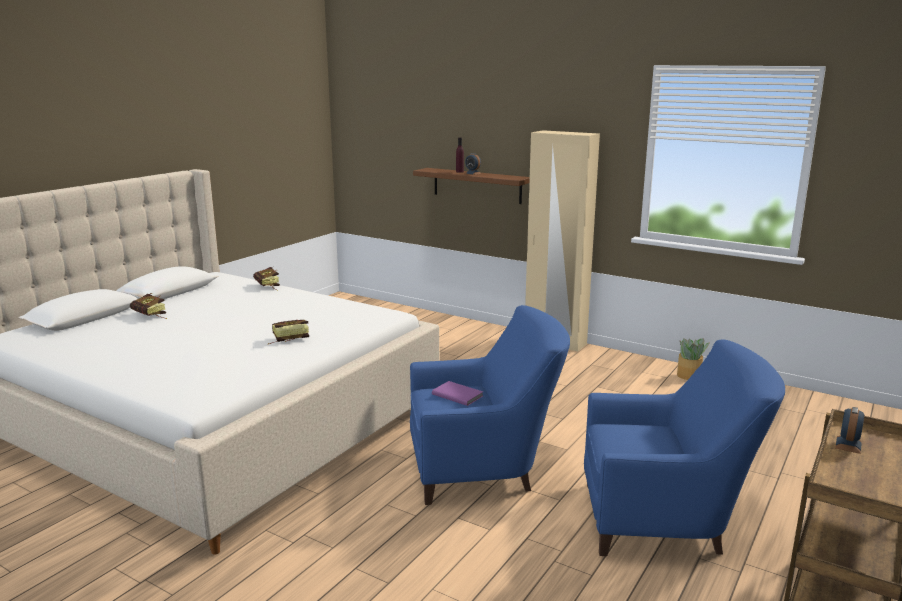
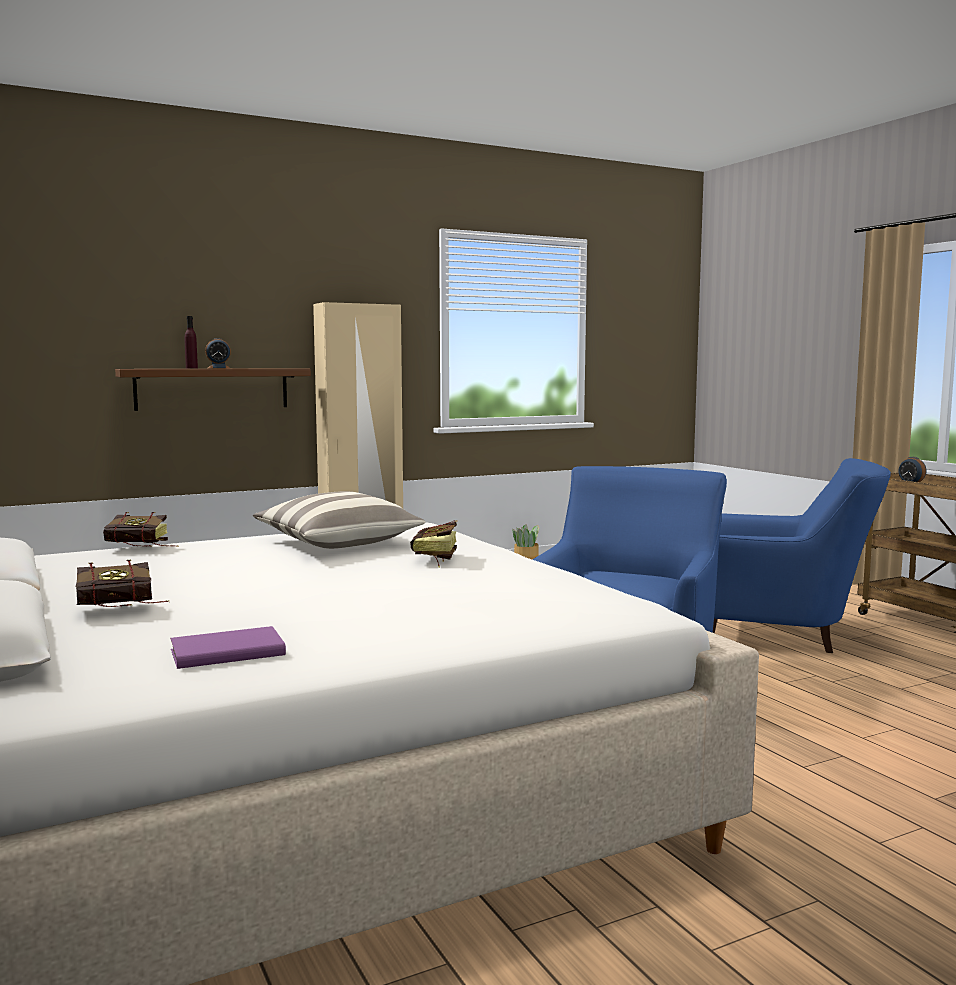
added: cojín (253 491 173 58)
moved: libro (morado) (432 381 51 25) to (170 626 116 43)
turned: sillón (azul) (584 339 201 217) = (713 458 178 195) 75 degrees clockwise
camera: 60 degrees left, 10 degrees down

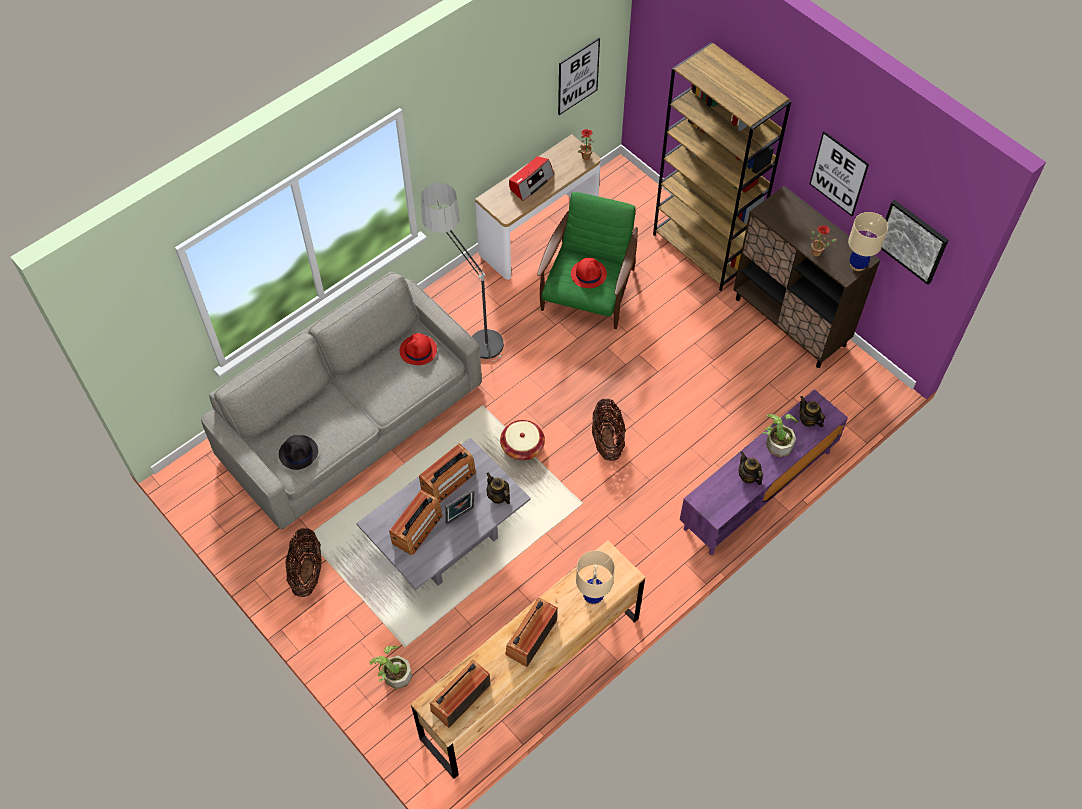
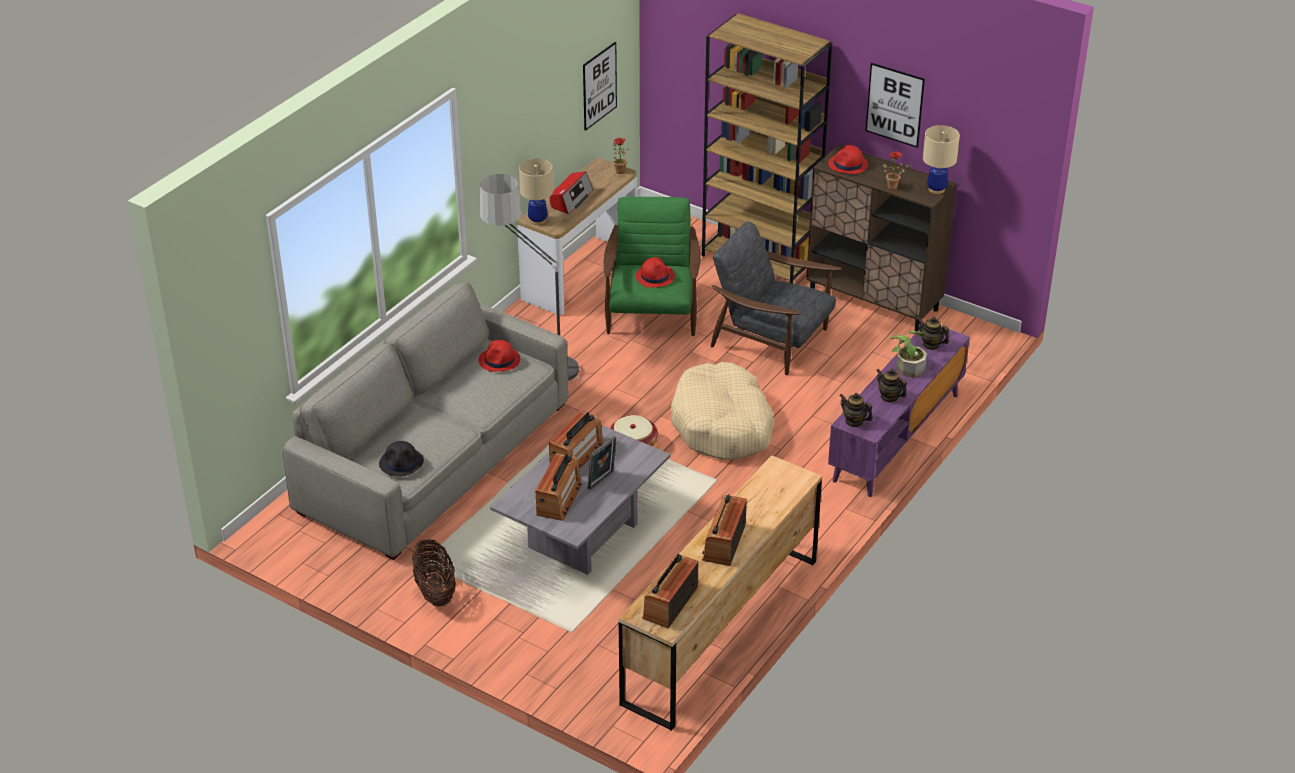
removed: planta en maceta (369 646 43 43); cuadro (881 200 67 85)
added: sillón (gris) (711 221 131 154); sombrero (rojo) (828 145 40 29)
moved: tetera (486 472 24 32) to (839 393 34 34); lámpara de mesa (beis) (576 550 39 55) to (519 158 34 67)
replaced: cesta (592 399 34 62) to cama para perro (beis) (671 362 104 98)
camera: 15 degrees left, 20 degrees down

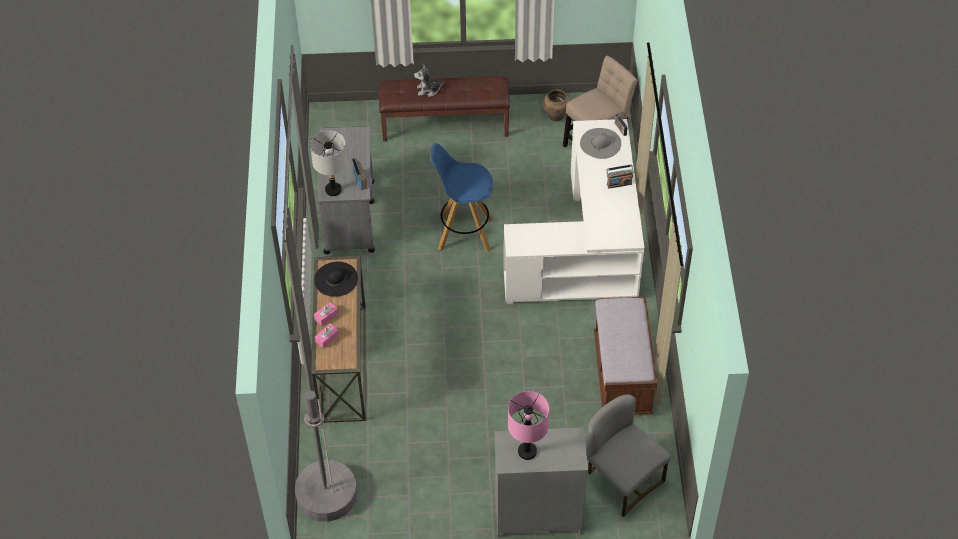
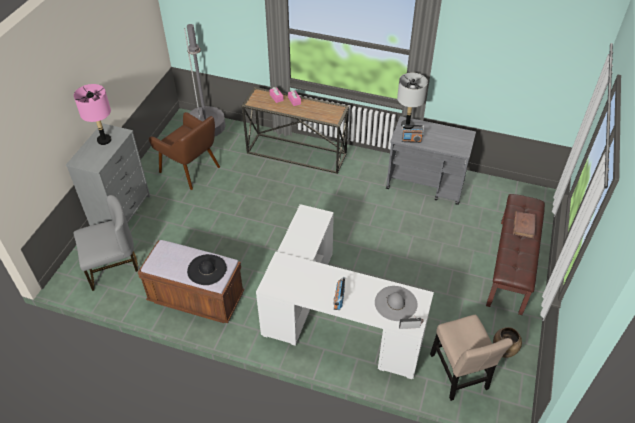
removed: taburete (azul) (431 143 62 109)
added: sillón (marrón) (149 112 71 78)
moved: sombrero (negro) (314 262 44 34) to (187 254 40 31)
replaced: peluche (414 65 30 32) to libro (marrón) (513 211 23 27)
camera: 110 degrees right, 5 degrees down

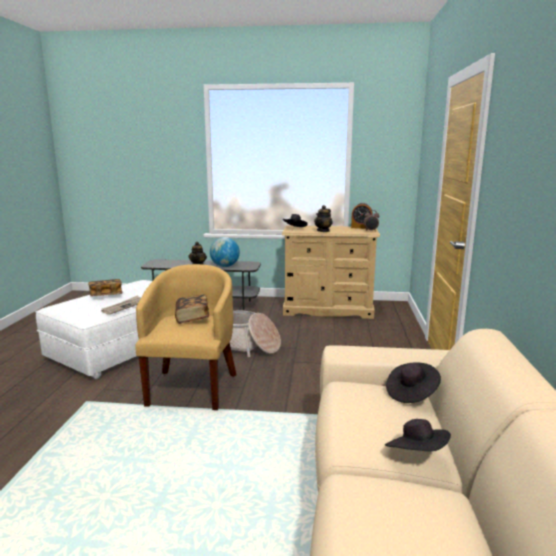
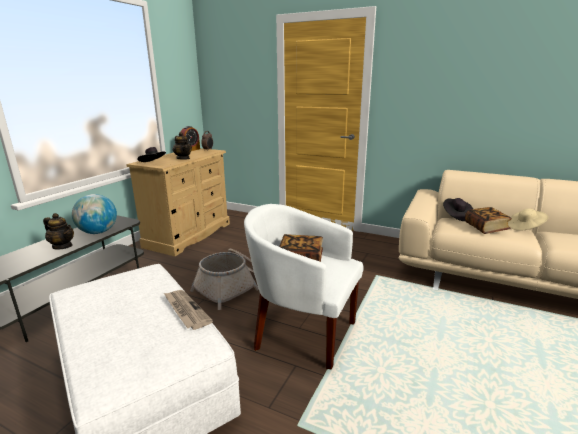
moved: libro (88 279 35 17) to (465 207 47 27)
recoloured: sillón (amarillo) (136 264 100 146) to sillón (blanco) (244 204 120 165); sombrero (negro) (385 419 66 32) to sombrero (beis) (508 208 40 23)
camera: 70 degrees left, 5 degrees up

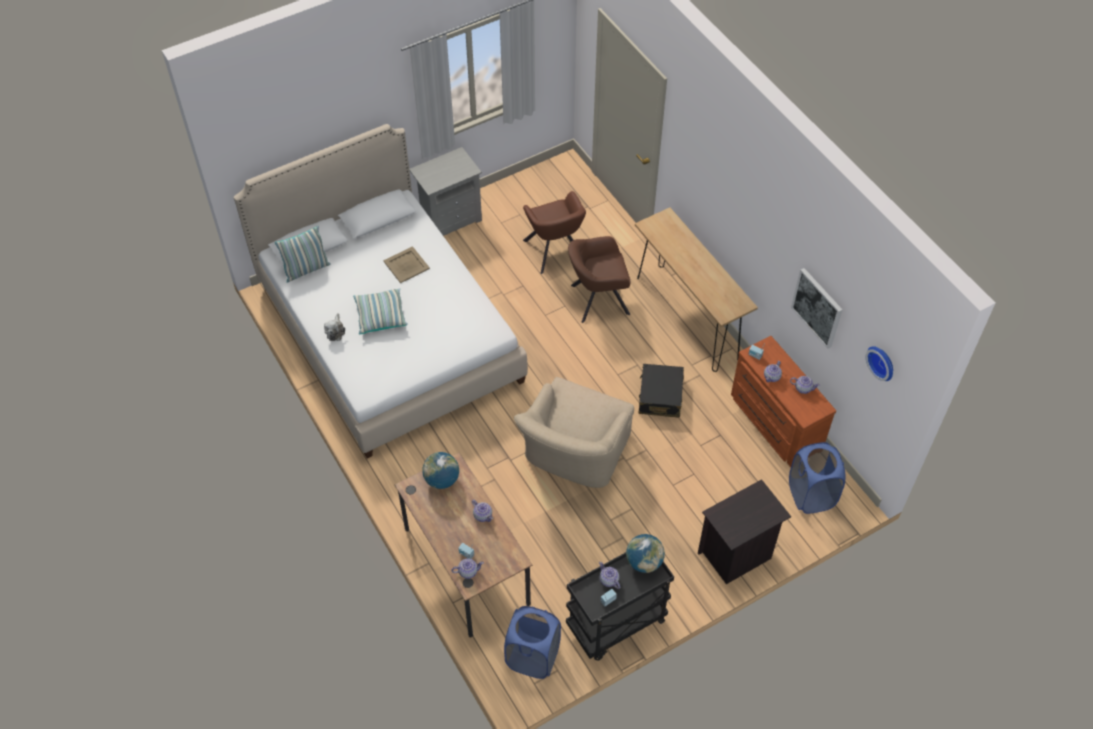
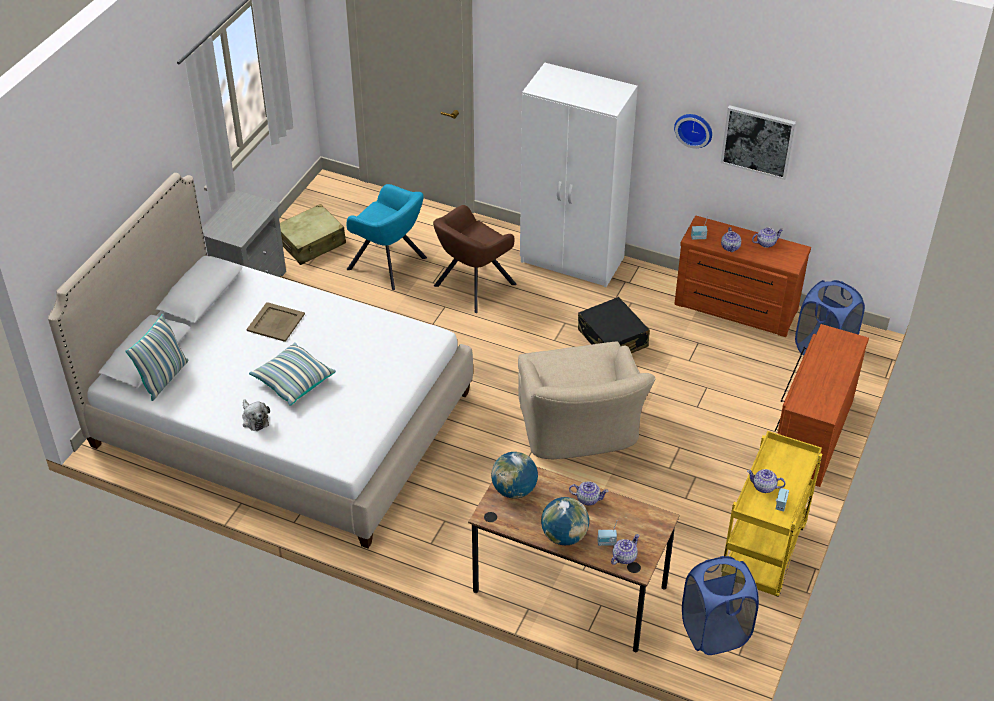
added: maleta (beis) (280 204 66 61)
moved: globo terráqueo (626 534 39 39) to (541 497 48 48); reloj de pared (866 346 27 35) to (674 114 38 35)
replaced: mesa consola (marrón) (635 207 123 165) to armario ropero (blanco) (520 63 118 224); mesita de noche (negro) (698 479 93 105) to cómoda (marrón) (775 324 94 163)
recoloured: sillón (marrón) (523 191 63 83) to sillón (turquesa) (346 184 81 106); carrito (negro) (566 552 108 108) to carrito (amarillo) (724 431 98 166)
camera: 35 degrees left, 10 degrees down

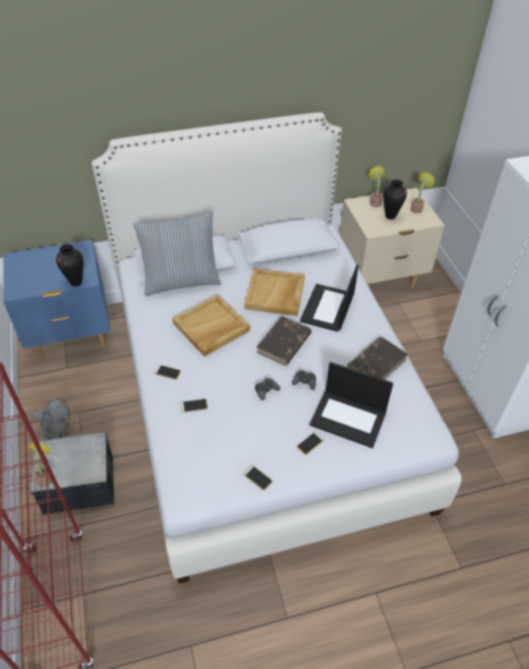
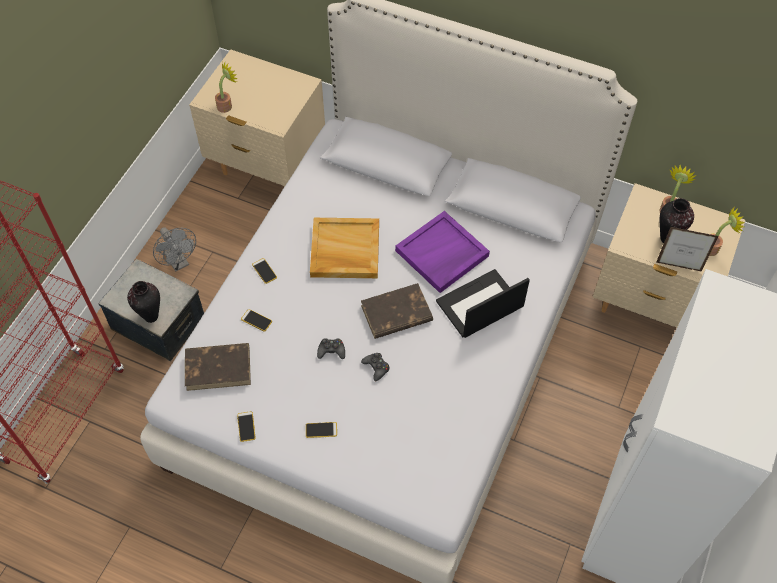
removed: cojín (133 211 88 85); portátil (310 362 83 86)
added: portarretratos (656 227 62 45)
moved: planta en maceta (28 441 24 46) to (215 62 23 51); florero (56 244 27 43) to (127 281 33 42); libro (marrón) (347 337 61 43) to (185 343 66 48)
recoloured: mesita de noche (azul) (3 240 108 119) to mesita de noche (beis) (189 49 136 138); bandeja (beis) (244 268 61 48) to bandeja (morado) (395 211 95 82)
camera: 40 degrees right, 10 degrees up

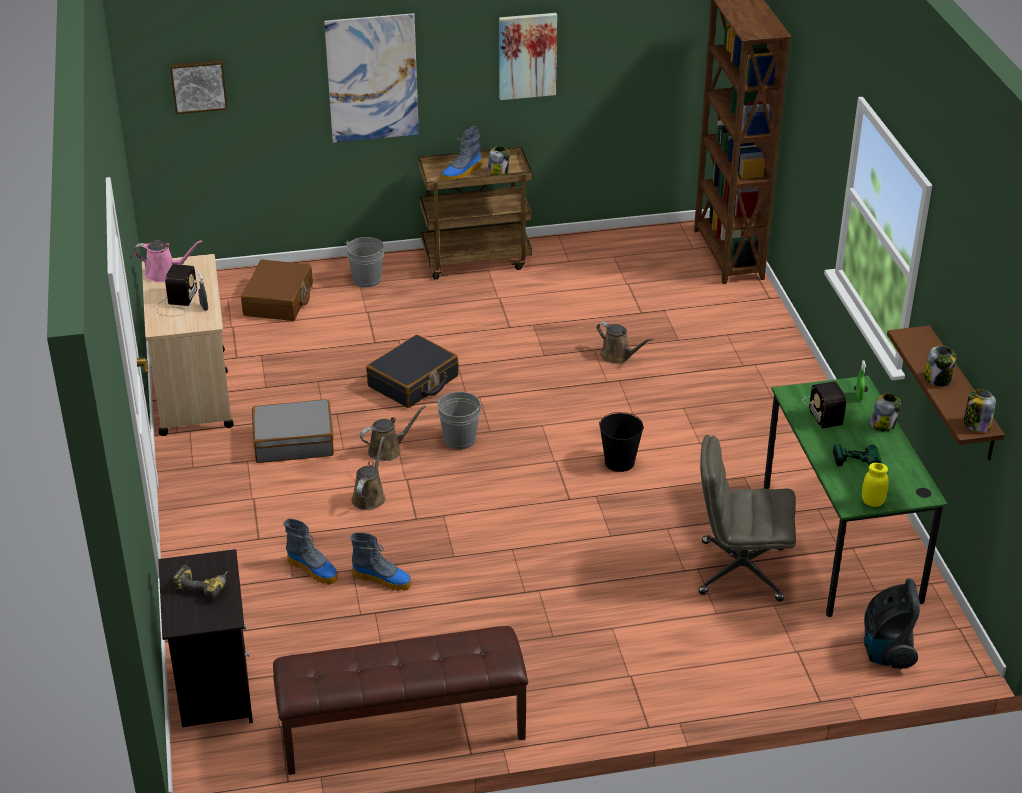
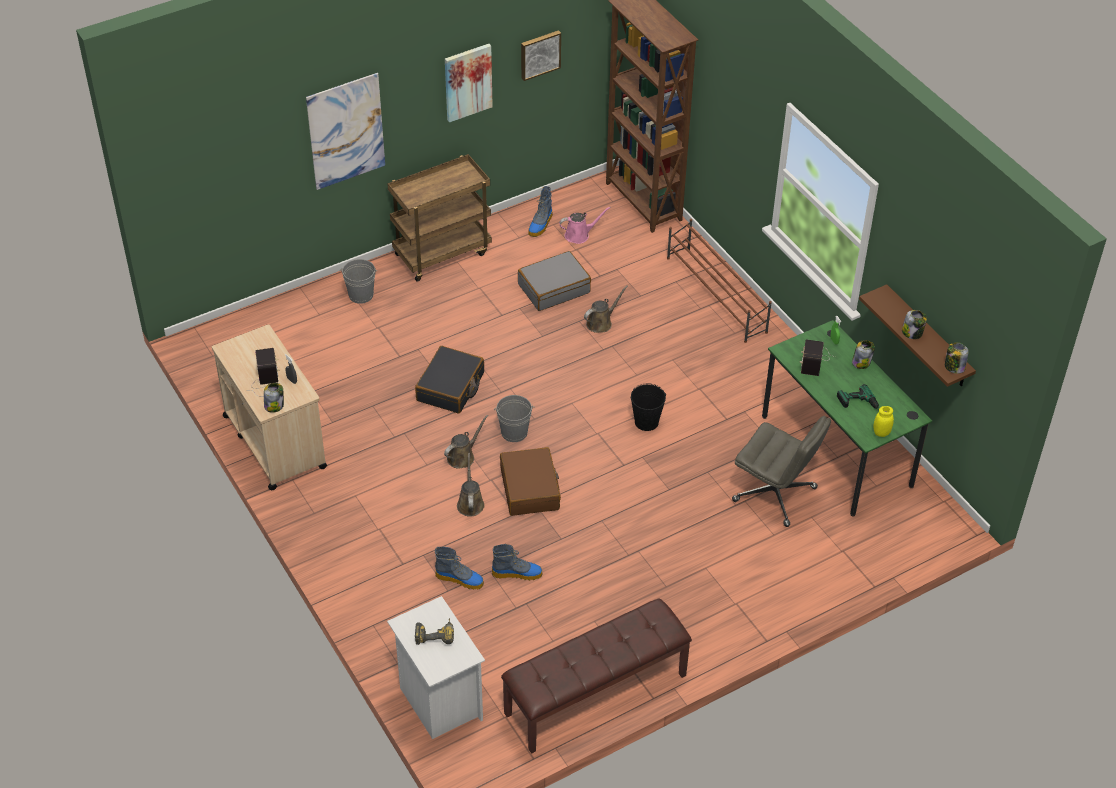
removed: aspiradora (864 579 56 90)
added: zapatero (marrón) (667 219 105 124)
moved: regadera (rosa) (133 240 70 43) to (559 207 52 37); cuadro (170 60 58 54) to (521 30 40 51); maleta (marrón) (241 260 72 61) to (500 447 61 69); maleta (gris) (252 399 82 64) to (518 251 73 60); bota (441 126 41 54) to (528 186 25 51); tarro (488 146 22 29) to (264 383 20 30)
recoloured: mesita de noche (negro) (158 549 95 178) to mesita de noche (blanco) (387 596 98 143)
turned: regadera (marrón) (597 321 56 43) = (584 285 44 48) 60 degrees counterclockwise; silla de oficina (gris) (699 435 97 167) = (732 416 99 111) 135 degrees counterclockwise; radio (802 381 44 48) = (800 339 35 37) 45 degrees clockwise
camera: 20 degrees left, 10 degrees up

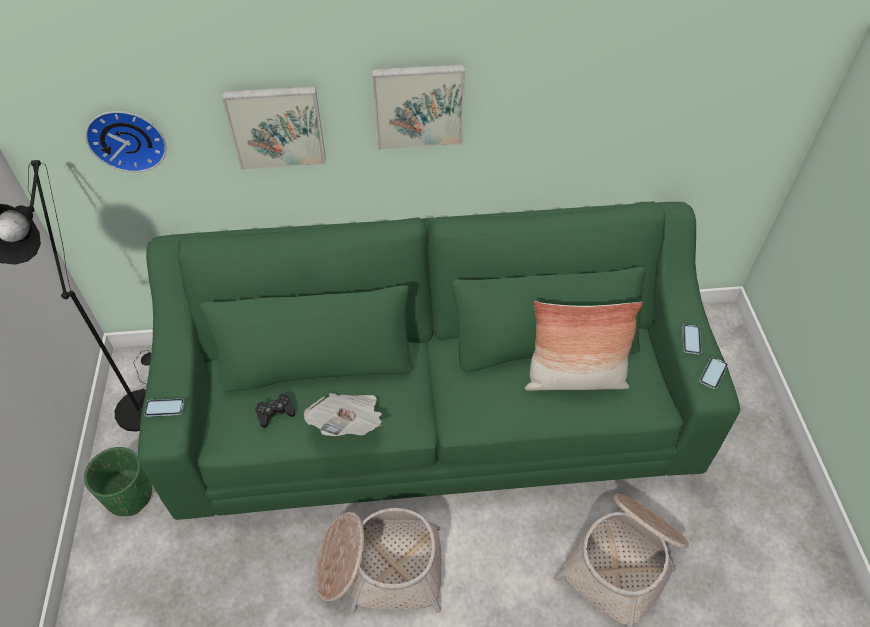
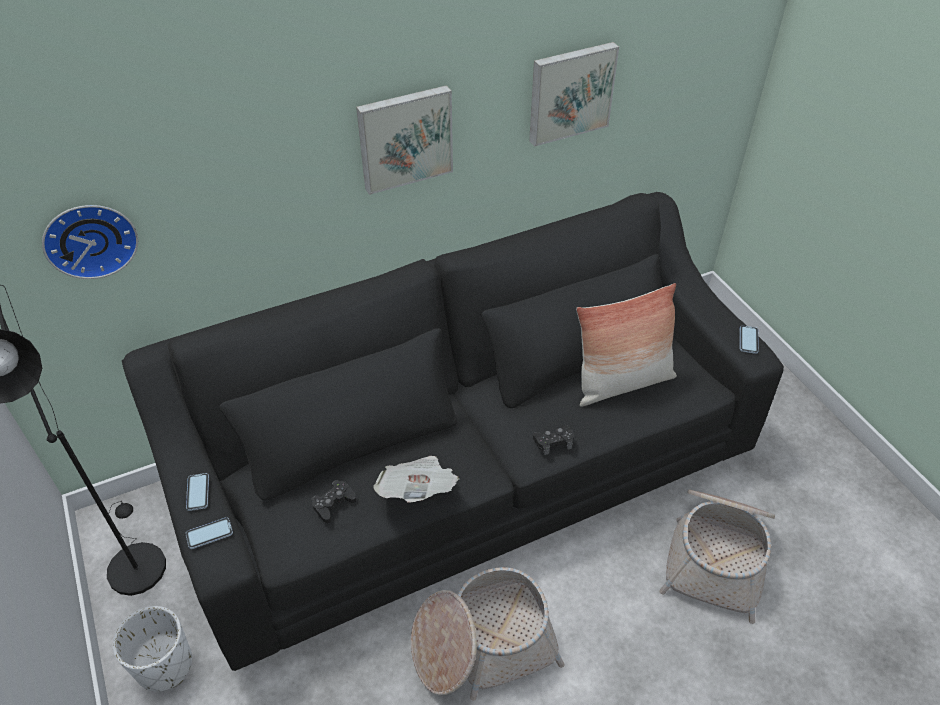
added: mando de consola (negro) (533 425 41 30)
moved: cuadro (222 86 104 84) to (529 42 90 105); móvil (682 324 20 31) to (186 473 23 38)
recoloured: maceta (verde) (84 447 68 69) to maceta (blanco) (113 606 79 86); sofá (verde) (138 202 602 318) to sofá (negro) (122 192 662 479)
camera: 20 degrees left, 5 degrees down

